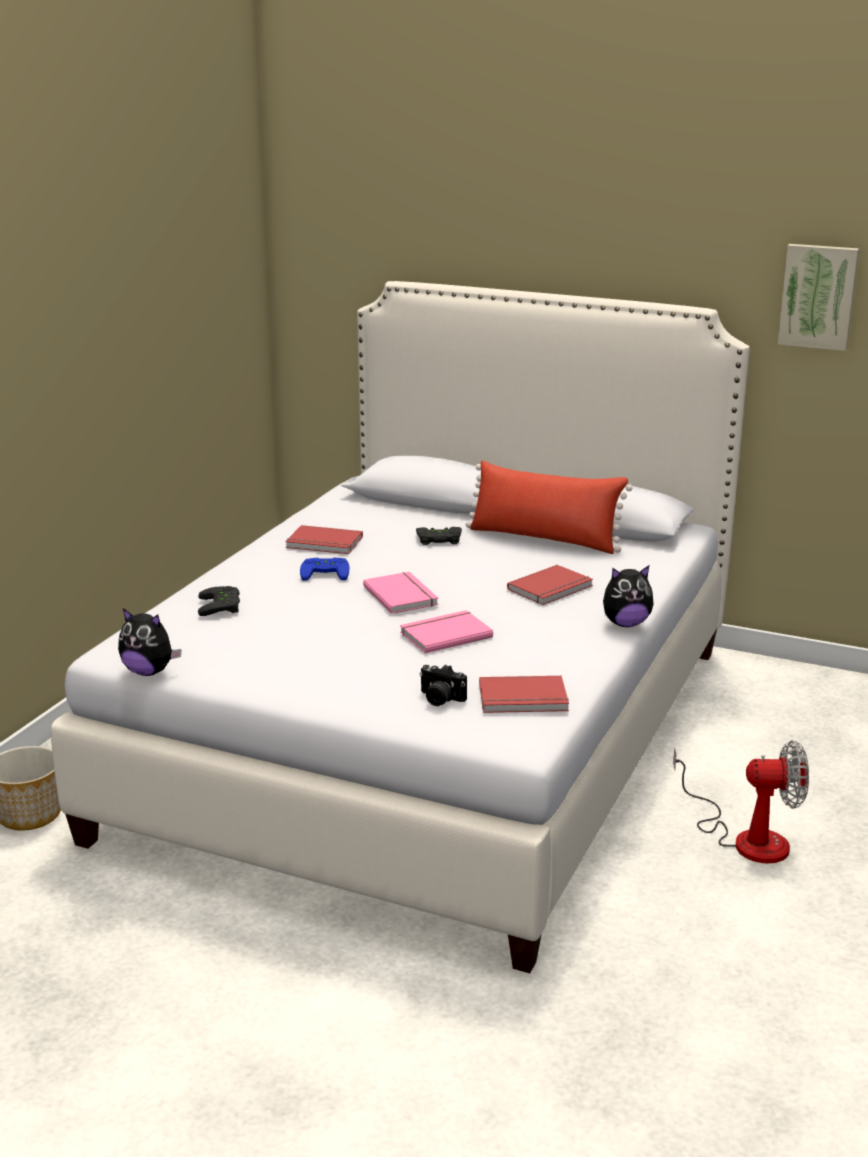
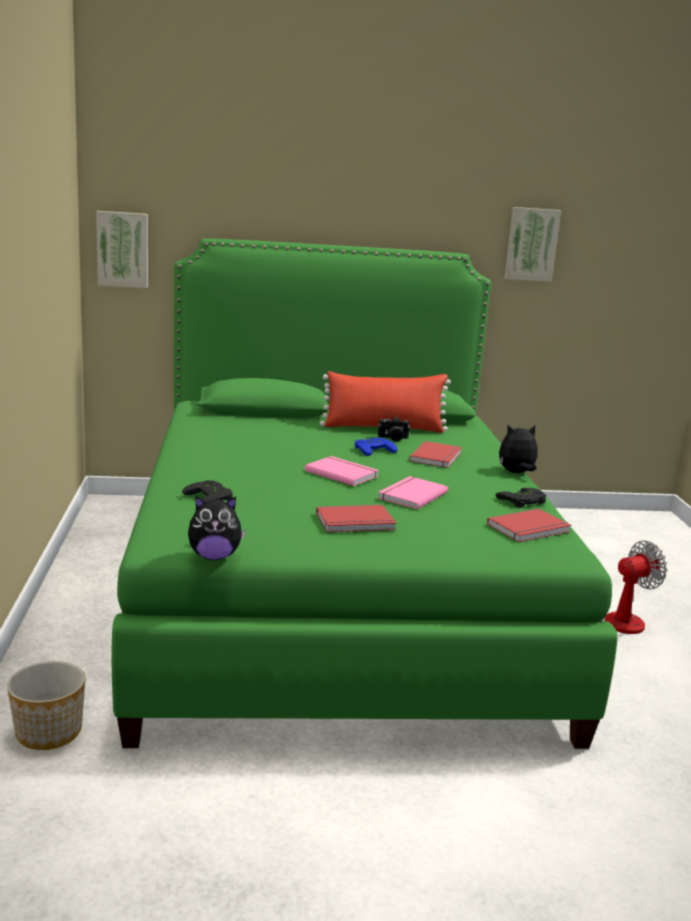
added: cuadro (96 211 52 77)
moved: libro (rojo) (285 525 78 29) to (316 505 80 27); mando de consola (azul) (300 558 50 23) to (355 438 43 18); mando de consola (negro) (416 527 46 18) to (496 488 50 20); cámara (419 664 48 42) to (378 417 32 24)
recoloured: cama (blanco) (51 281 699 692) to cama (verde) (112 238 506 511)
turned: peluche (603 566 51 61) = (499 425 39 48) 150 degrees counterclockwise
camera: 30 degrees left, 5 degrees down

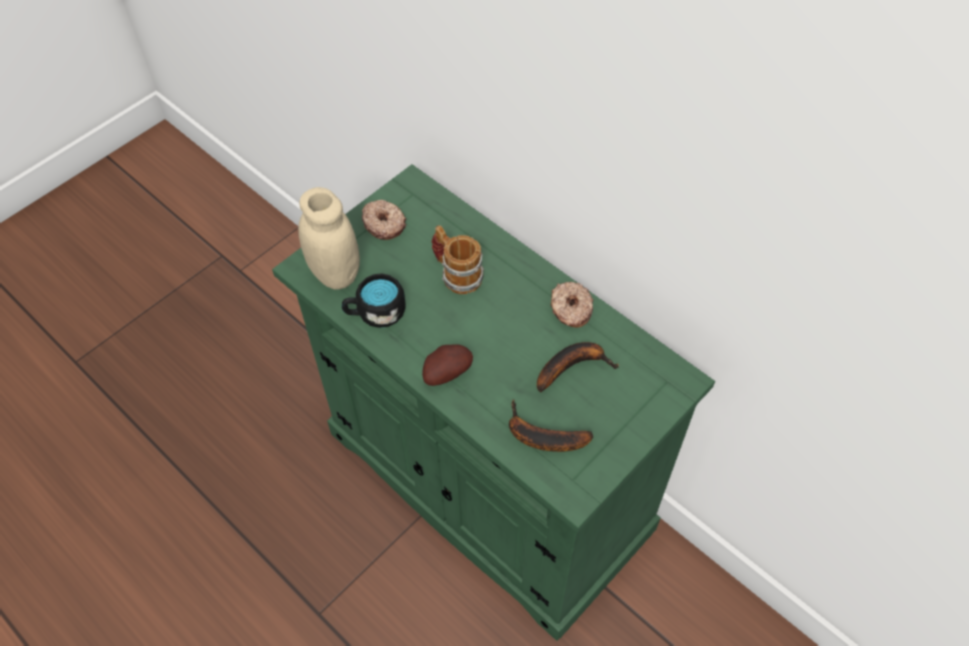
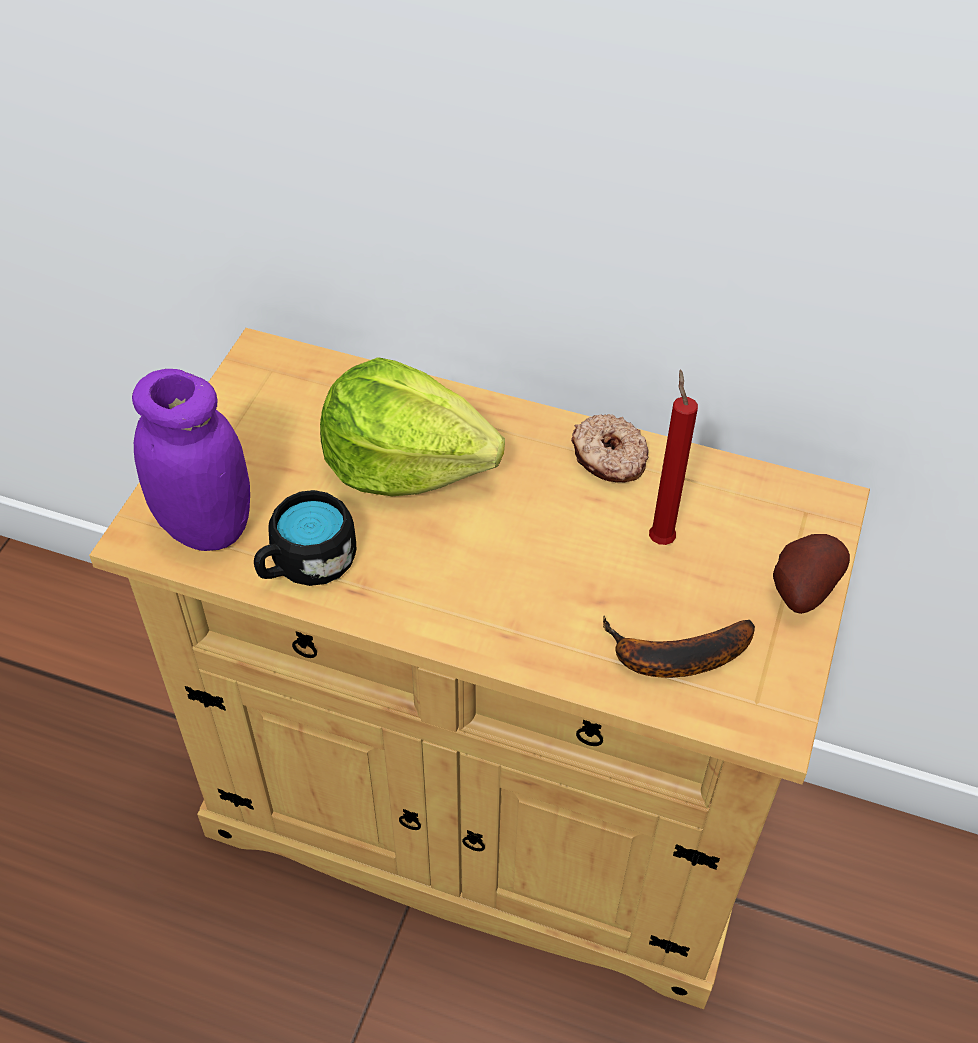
removed: rosquilla (362 200 44 40)
moved: patata (422 344 51 42) to (773 534 77 80)
replaced: taza grande (431 225 53 69) to lechuga (320 357 185 139); plátano (537 342 82 51) to vela (rojo) (649 370 49 175)
recoloured: armario (verde) (272 164 443 477) to armario (beis) (89 328 781 681); tarro (beis) (298 187 62 102) to tarro (morado) (132 369 118 182)
camera: 25 degrees left, 5 degrees down

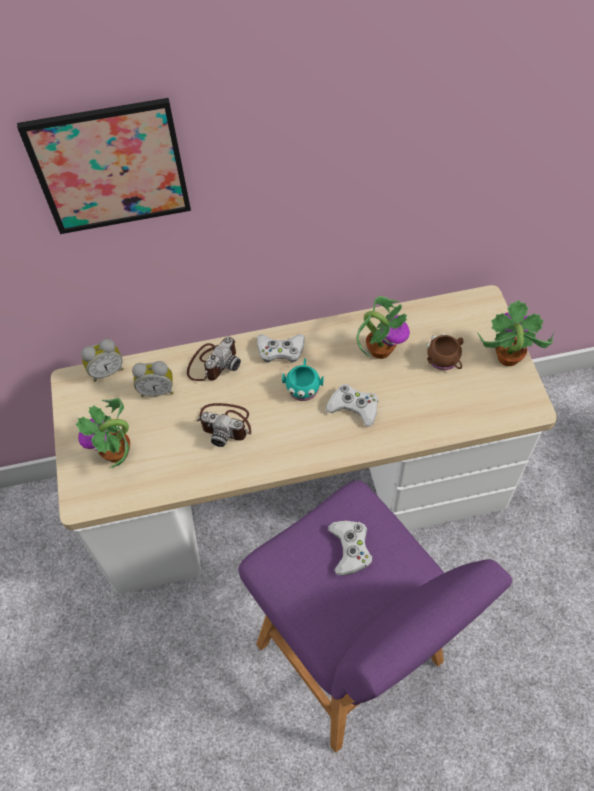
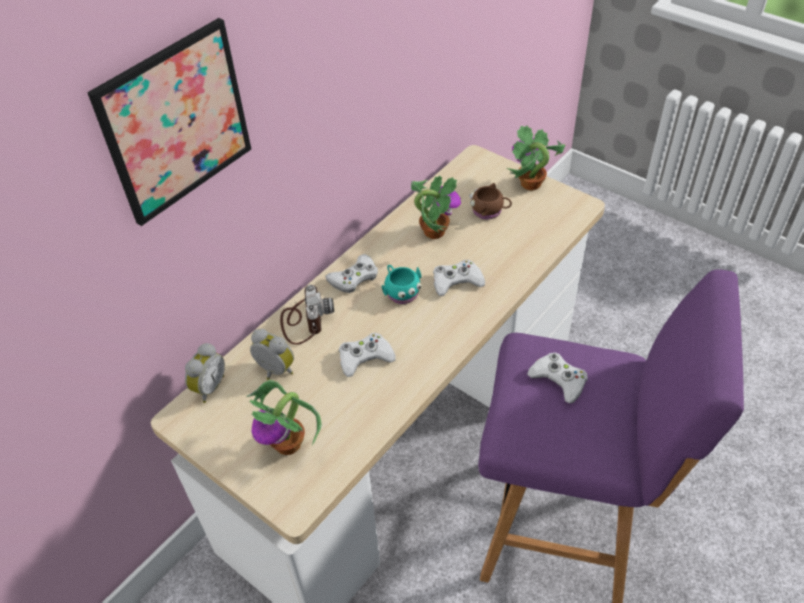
replaced: cámara (196 403 55 44) to mando de consola (blanco) (339 333 57 44)
turned: despertador (132 361 41 36) = (250 329 44 51) 105 degrees counterclockwise
camera: 40 degrees left, 10 degrees down

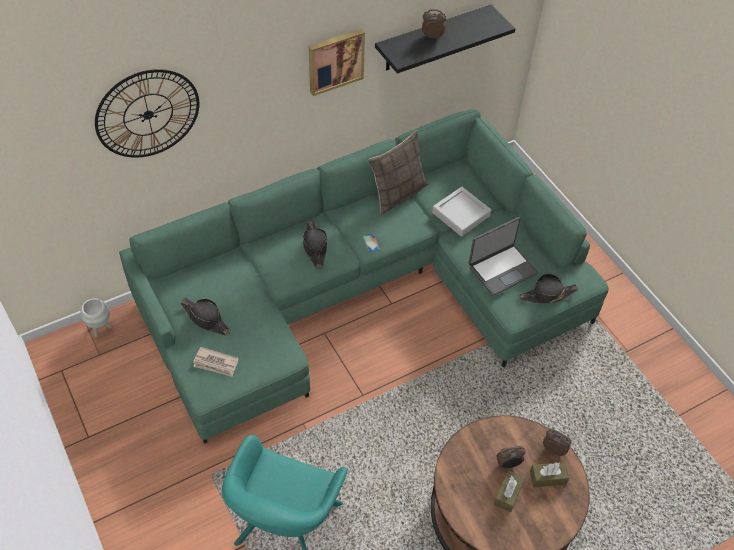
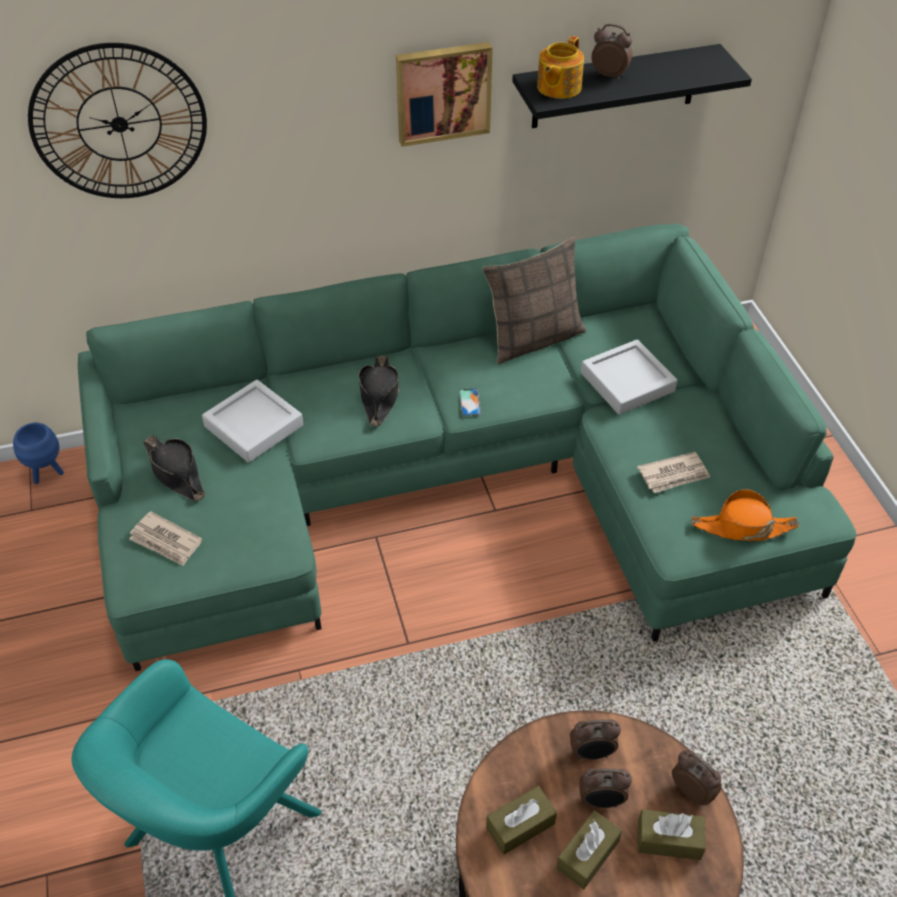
added: bandeja (gris) (202 380 101 83); caja de pañuelos (marrón) (486 786 71 69); tetera (537 36 47 63); despertador (570 719 51 41)
replaced: portátil (468 217 71 79) to periódico (637 452 73 41)
recoloured: maceta (blanco) (81 298 31 39) to maceta (azul) (13 423 51 61); sombrero (negro) (518 273 60 31) to sombrero (naranja) (691 489 108 52)
camera: 15 degrees right, 5 degrees down

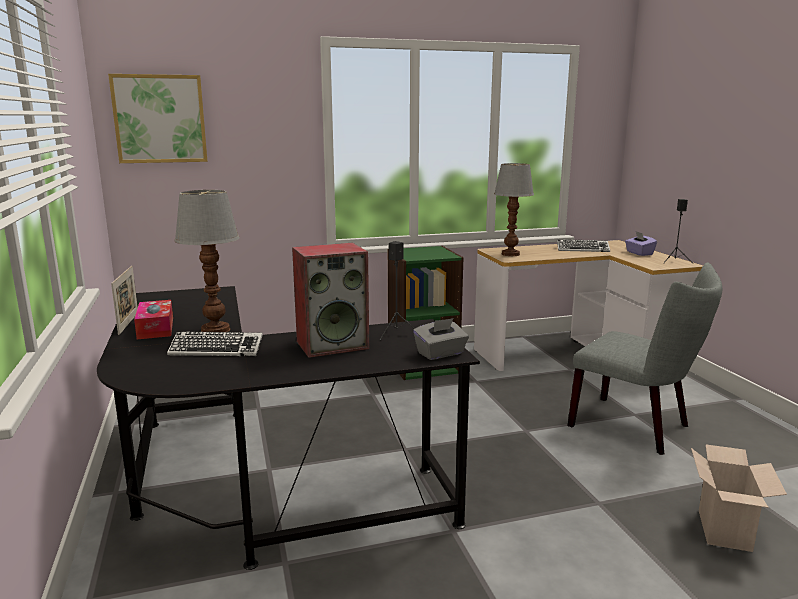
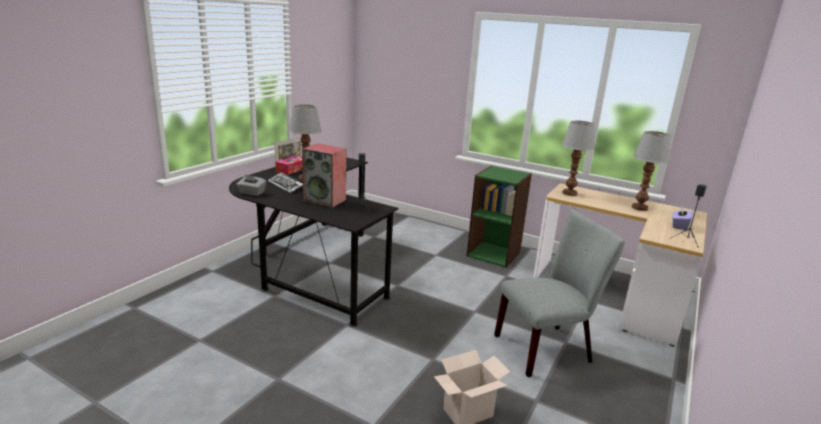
removed: cuadro (108 74 100 89)
moved: caja de pañuelos (gris) (413 318 56 42) to (236 174 30 22)
replaced: teclado (557 239 53 13) to lámpara de mesa (631 131 40 80)
turned: silla (gris) (568 262 154 193) = (494 209 130 168) 105 degrees counterclockwise
camera: 45 degrees right, 5 degrees up

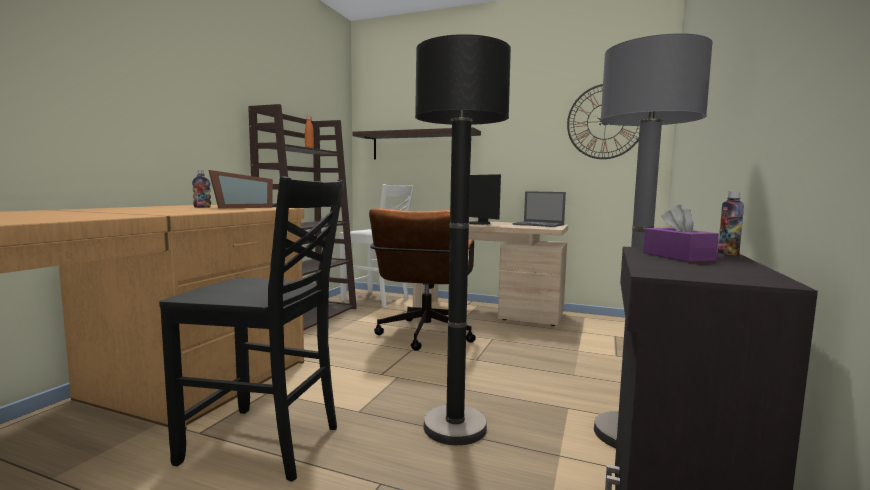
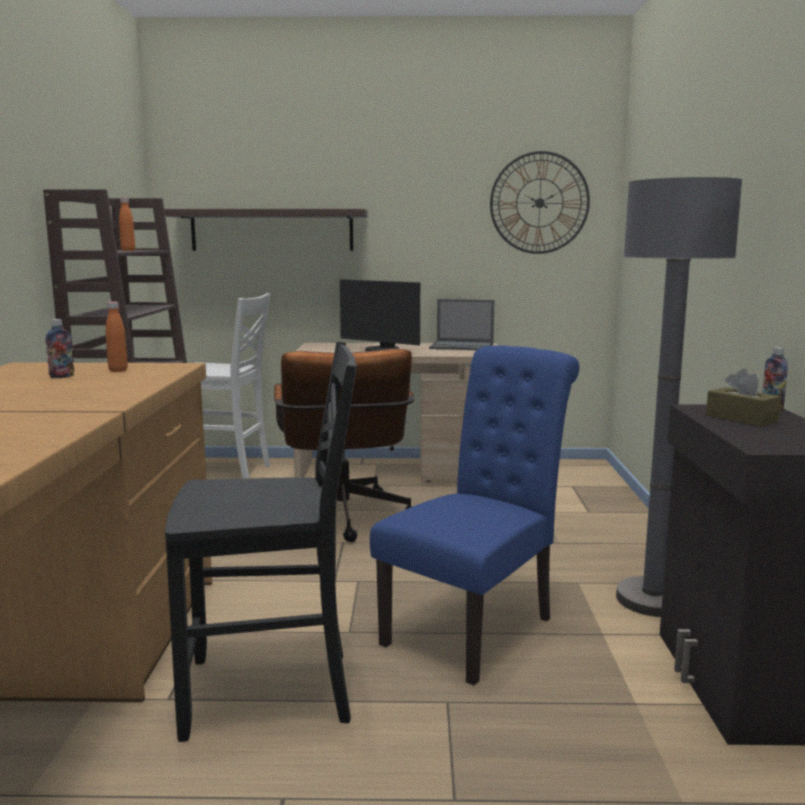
replaced: portarretratos (208 170 65 38) to botella (naranja) (106 302 22 70); lámpara de pie (negro) (415 34 96 411) to silla (azul) (370 345 209 340)
recoloured: caja de pañuelos (morado) (643 205 76 57) to caja de pañuelos (marrón) (706 369 75 58)
camera: 20 degrees left, 5 degrees up

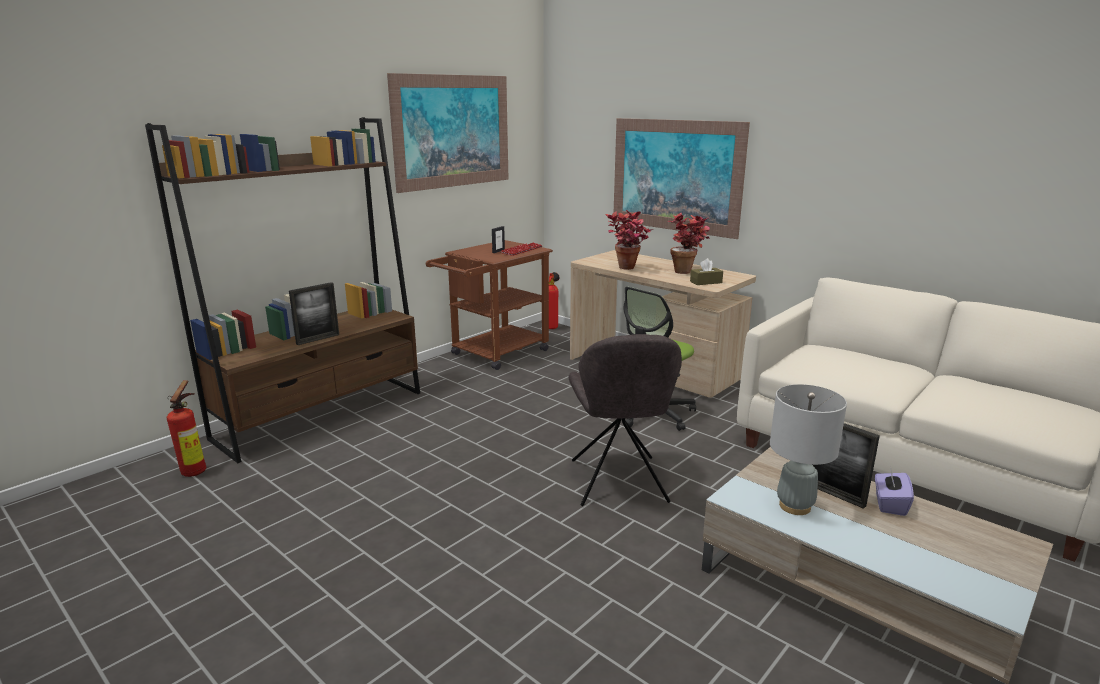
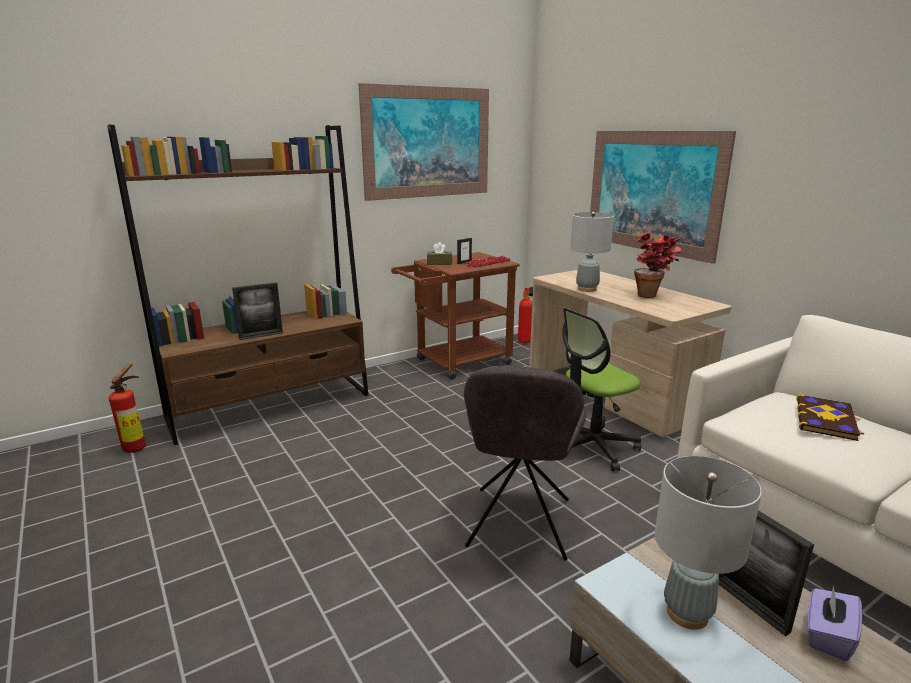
added: libro (796 394 68 47)
moved: caja de pañuelos (marrón) (690 258 33 27) to (427 242 25 23)
replaced: planta en maceta (605 210 46 60) to lámpara de mesa (gris) (570 212 44 80)
camera: 15 degrees right, 0 degrees up

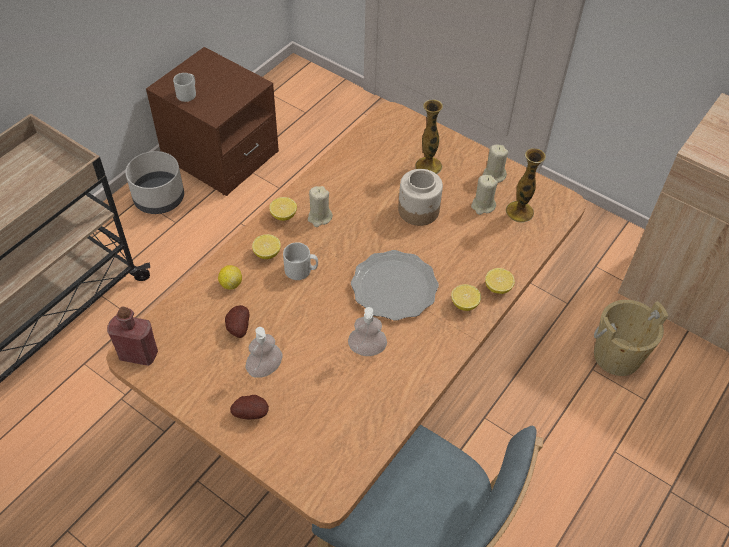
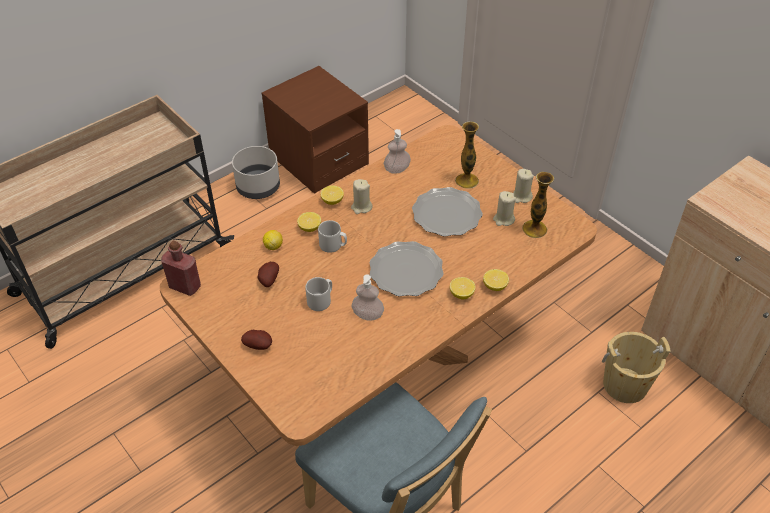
moved: taza grande (gris) (173 73 23 29) to (305 277 27 34); dispensador de jabón (246 327 37 51) to (384 129 27 45)
replaced: tarro (398 169 45 57) to plato (412 187 71 50)
camera: 15 degrees right, 5 degrees down

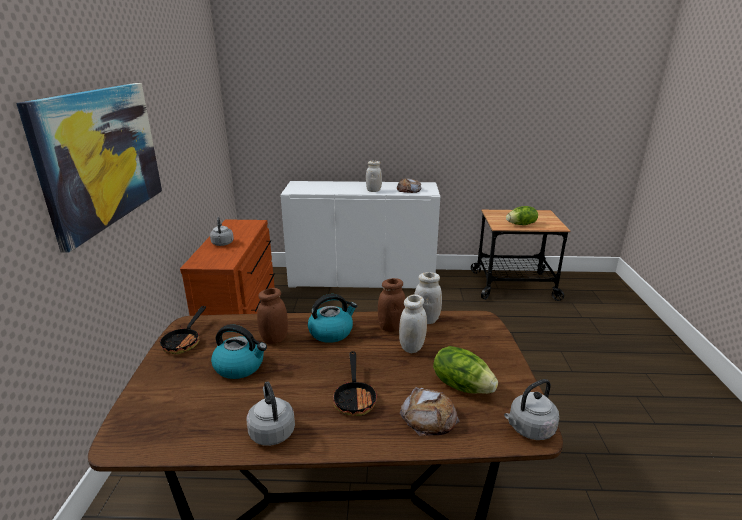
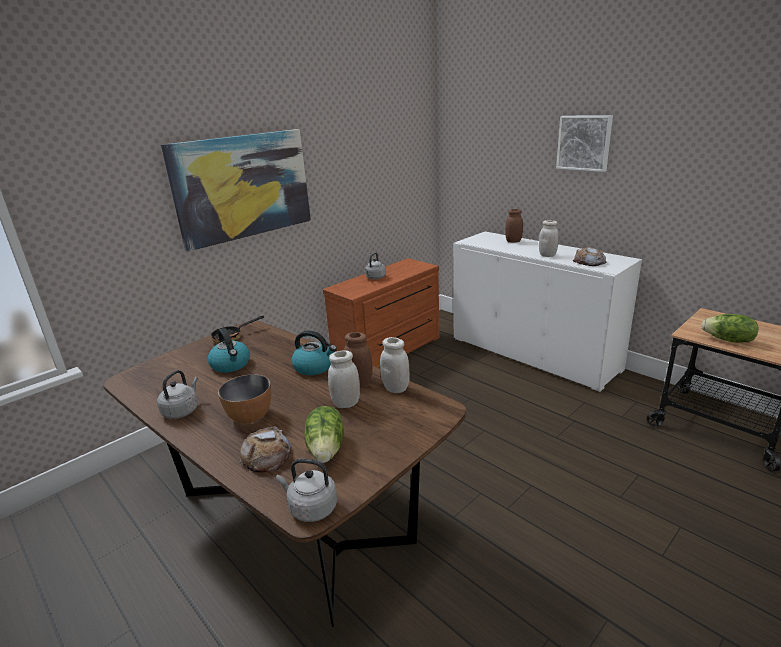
added: cuadro (556 115 57 57)
moved: tarro (marrón) (257 288 31 56) to (505 209 18 34)
replaced: sartén (333 351 44 65) to cuenco (218 374 53 50)
camera: 45 degrees right, 0 degrees up

